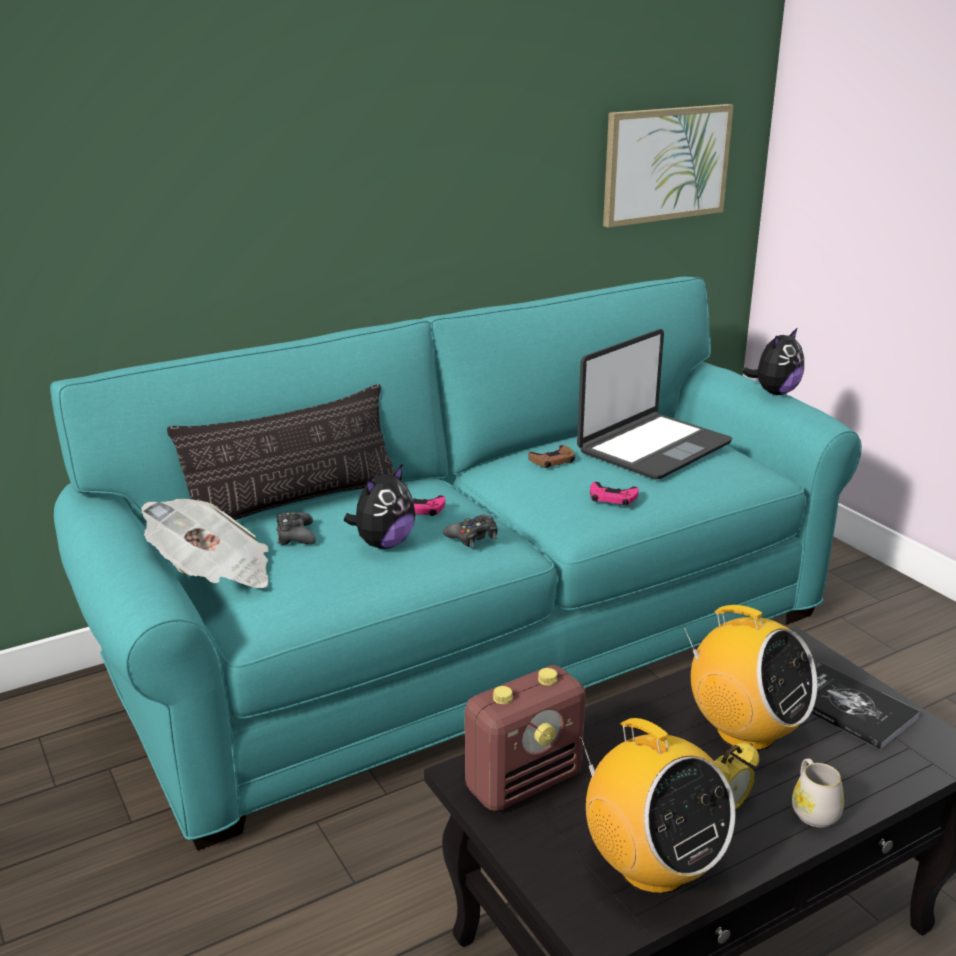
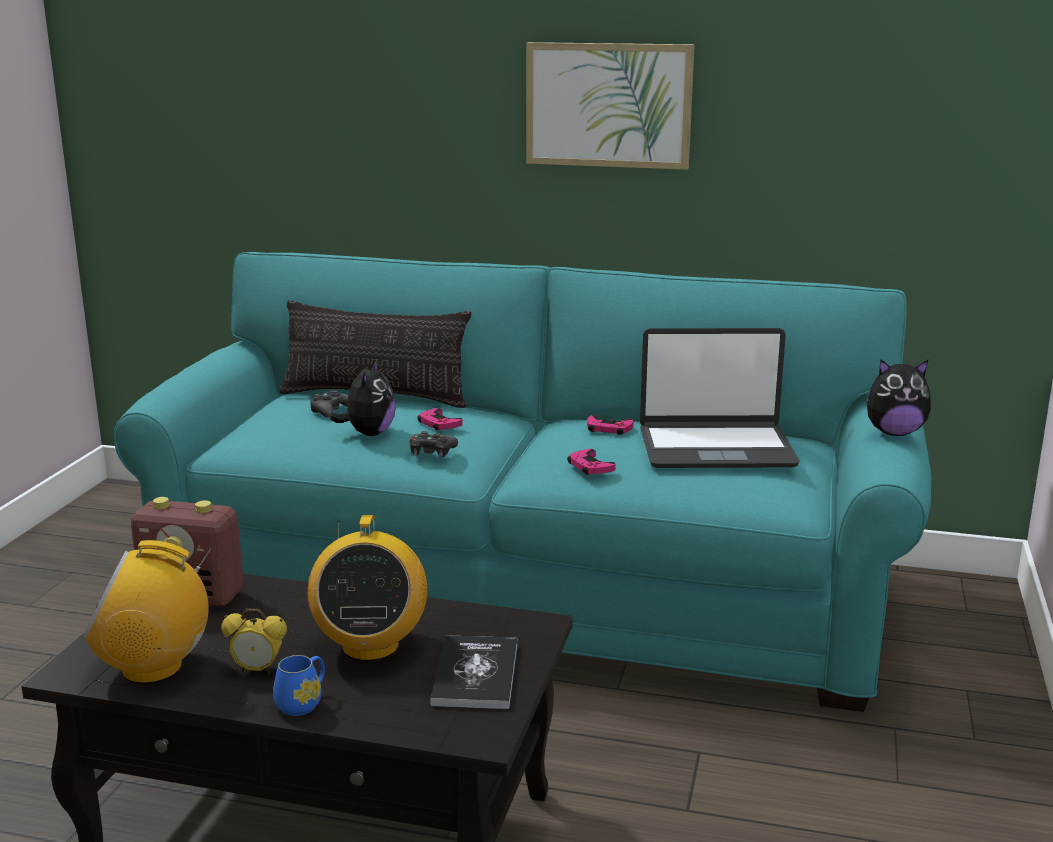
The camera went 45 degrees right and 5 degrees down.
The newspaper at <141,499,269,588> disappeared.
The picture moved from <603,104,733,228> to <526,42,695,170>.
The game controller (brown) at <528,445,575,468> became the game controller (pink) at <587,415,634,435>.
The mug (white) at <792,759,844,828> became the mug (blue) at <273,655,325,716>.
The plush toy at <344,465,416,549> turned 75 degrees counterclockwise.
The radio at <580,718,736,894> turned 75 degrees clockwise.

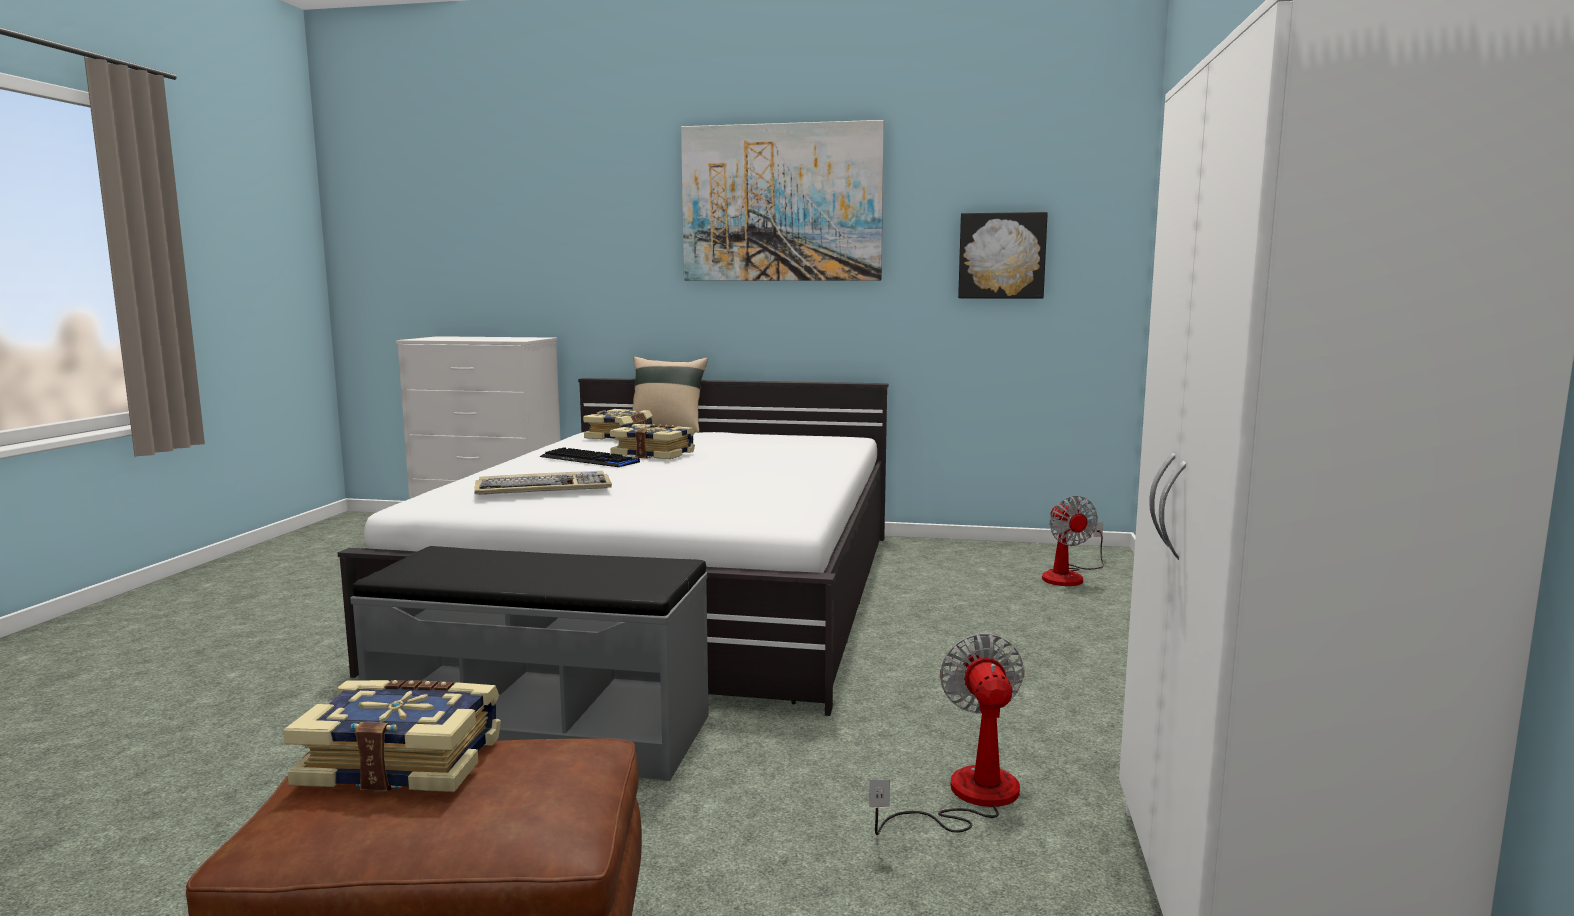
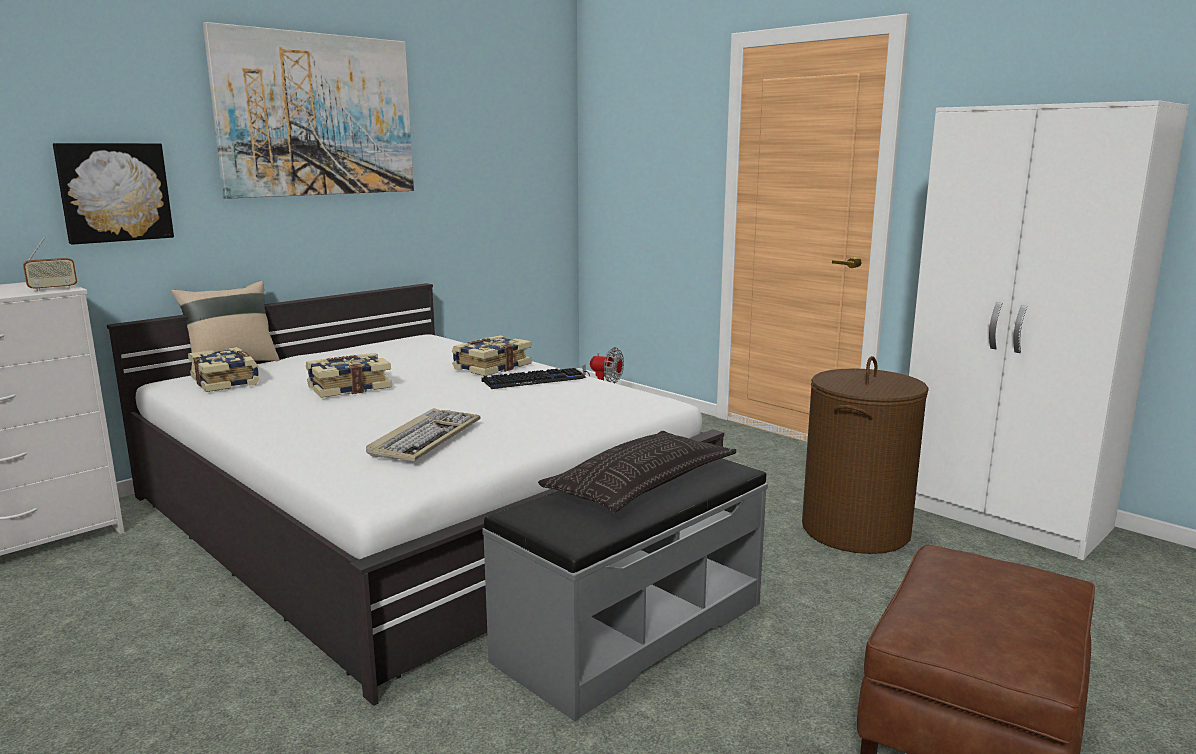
The camera went 55 degrees left and 5 degrees up.
The radio at <23,236,77,291> appeared.
The pillow at <538,431,736,513> appeared.
The book moved from <283,680,501,792> to <452,335,532,376>.
The keyboard moved from <540,447,640,467> to <482,368,586,389>.
The picture moved from <958,212,1048,299> to <53,143,174,245>.
The fan at <869,633,1024,835> was replaced by the laundry basket (brown) at <802,356,929,554>.

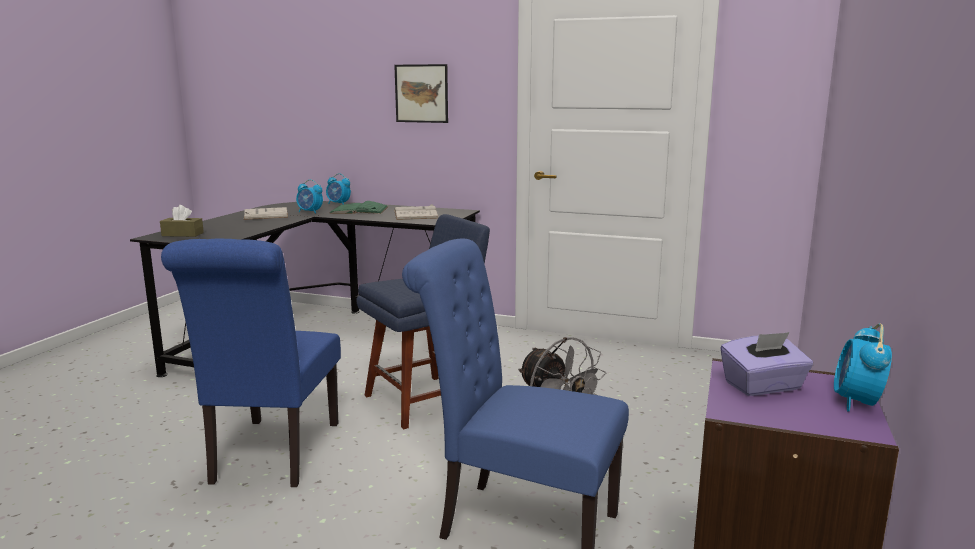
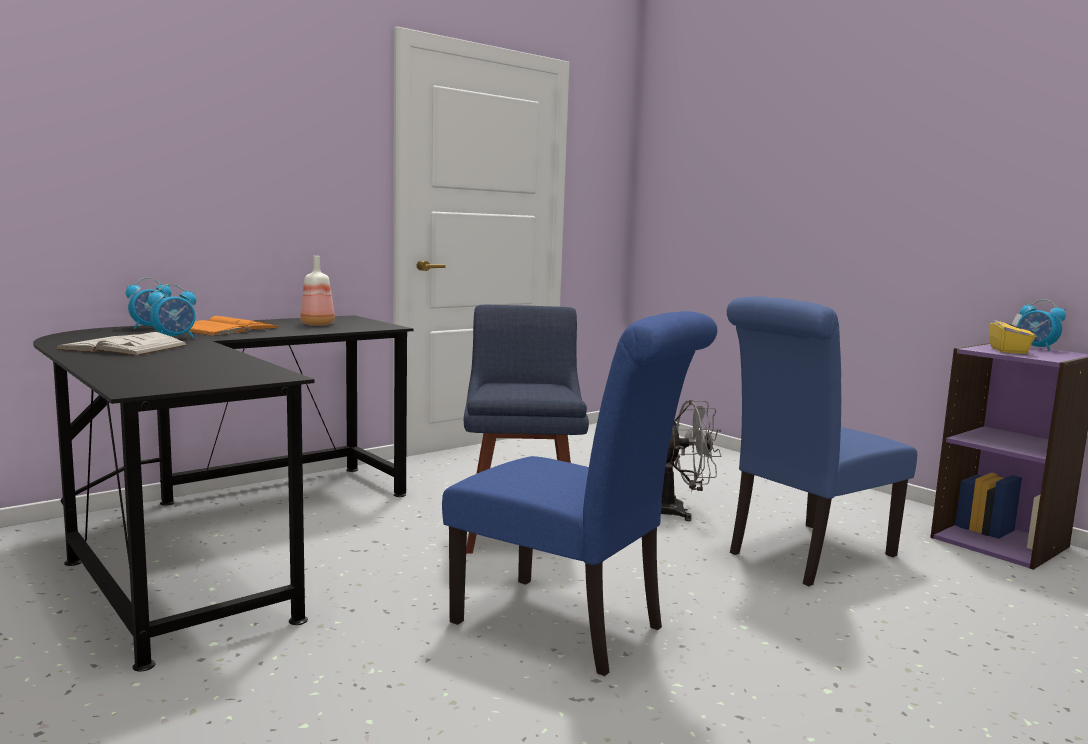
The camera went 60 degrees left and 5 degrees down.
The tissue box (brown) at <160,205,204,237> disappeared.
The picture at <394,64,448,123> disappeared.
The book (white) at <394,204,439,220> was replaced by the bottle at <300,256,335,326>.
The book (green) at <329,201,389,214> became the book (orange) at <187,316,280,336>.
The tissue box (purple) at <720,332,813,396> became the tissue box (yellow) at <989,313,1035,354>.

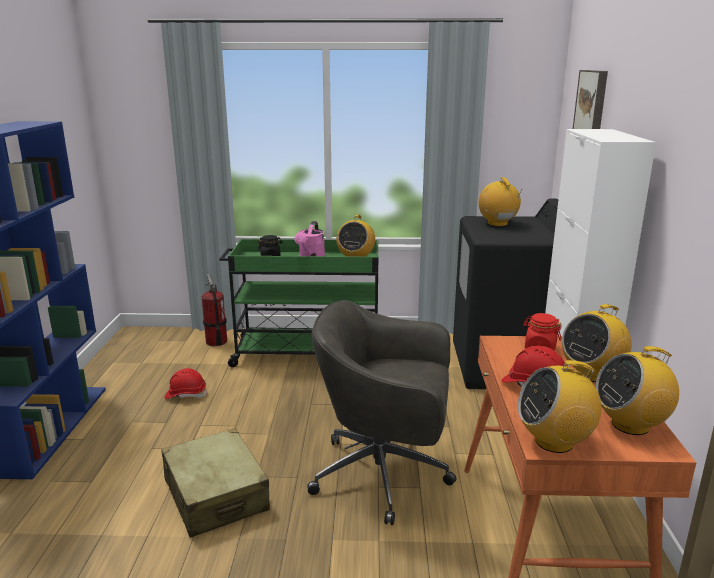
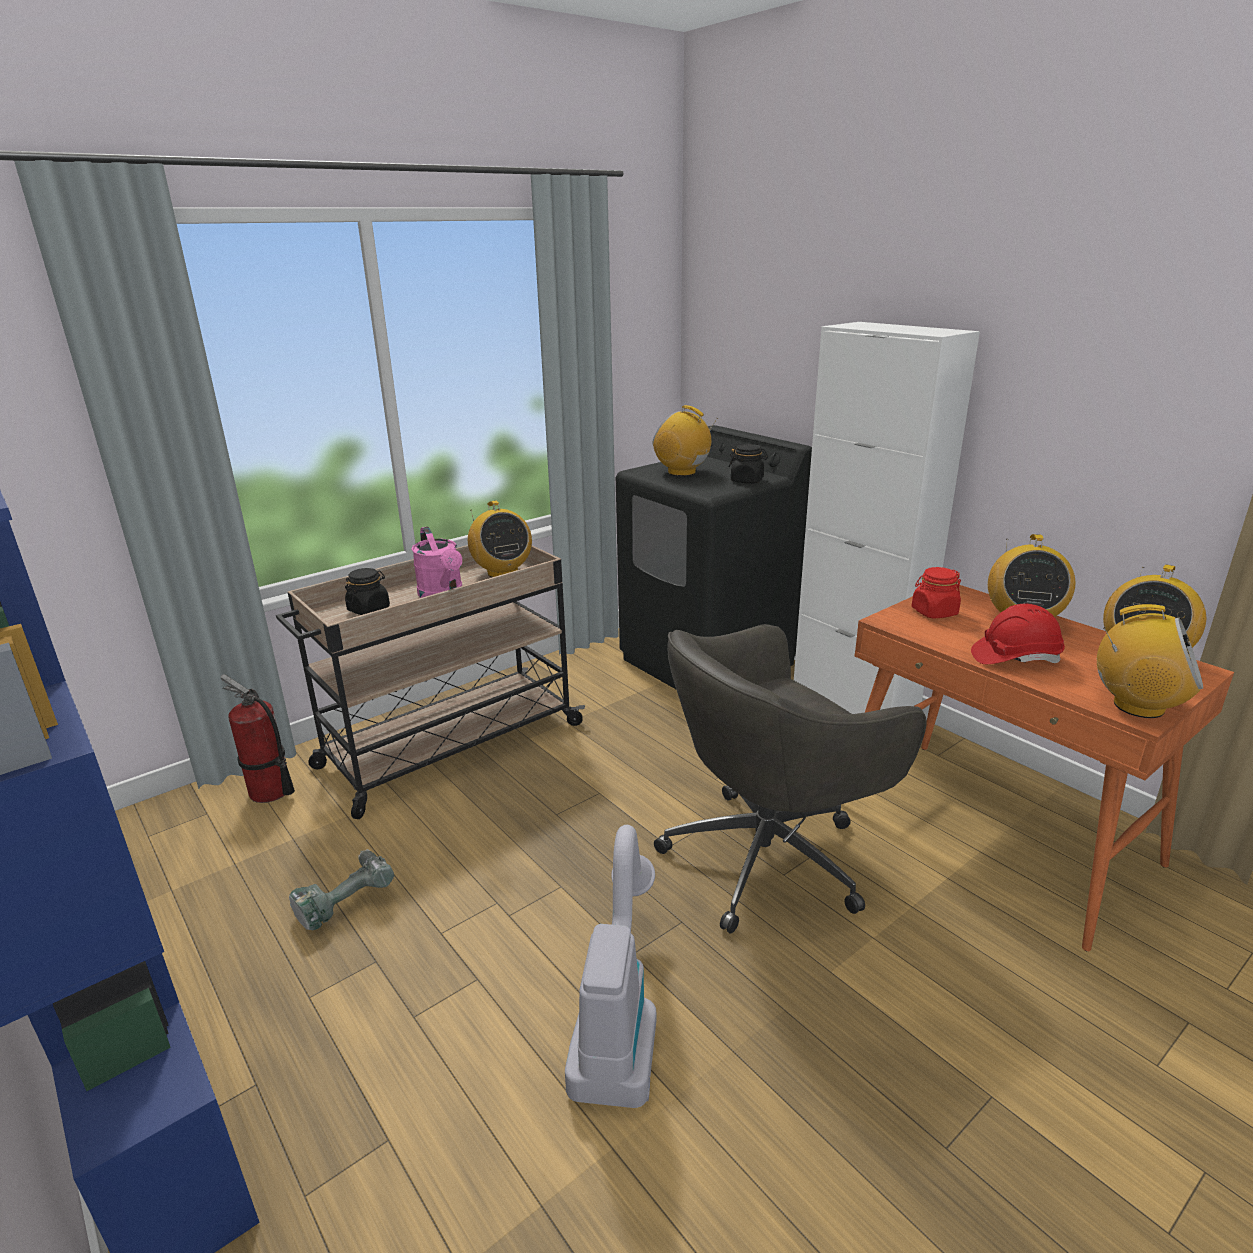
The camera went 40 degrees left and 5 degrees up.
The picture at <573,70,608,129> disappeared.
The jar (black) at <729,444,768,483> appeared.
The suitcase (beige) at <161,428,270,538> was replaced by the vacuum cleaner at <565,825,657,1108>.
The hard hat (red) at <164,368,207,399> was replaced by the power drill at <289,849,395,930>.
The cart (green) at <220,239,378,367> became the cart (beige) at <276,545,585,819>.
The radio at <518,360,601,453> turned 105 degrees counterclockwise.

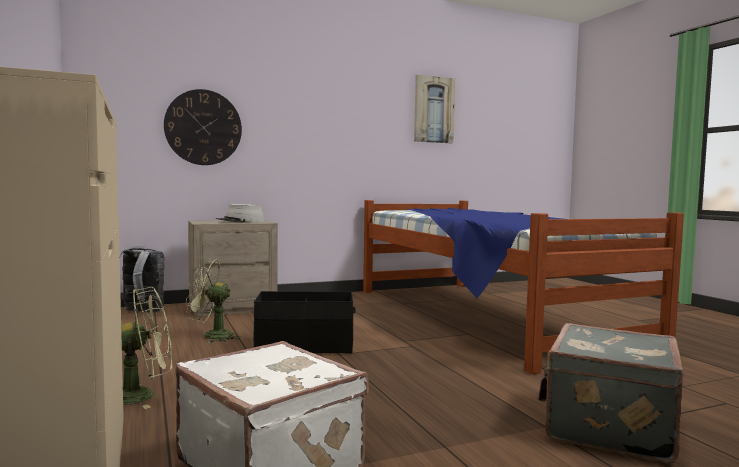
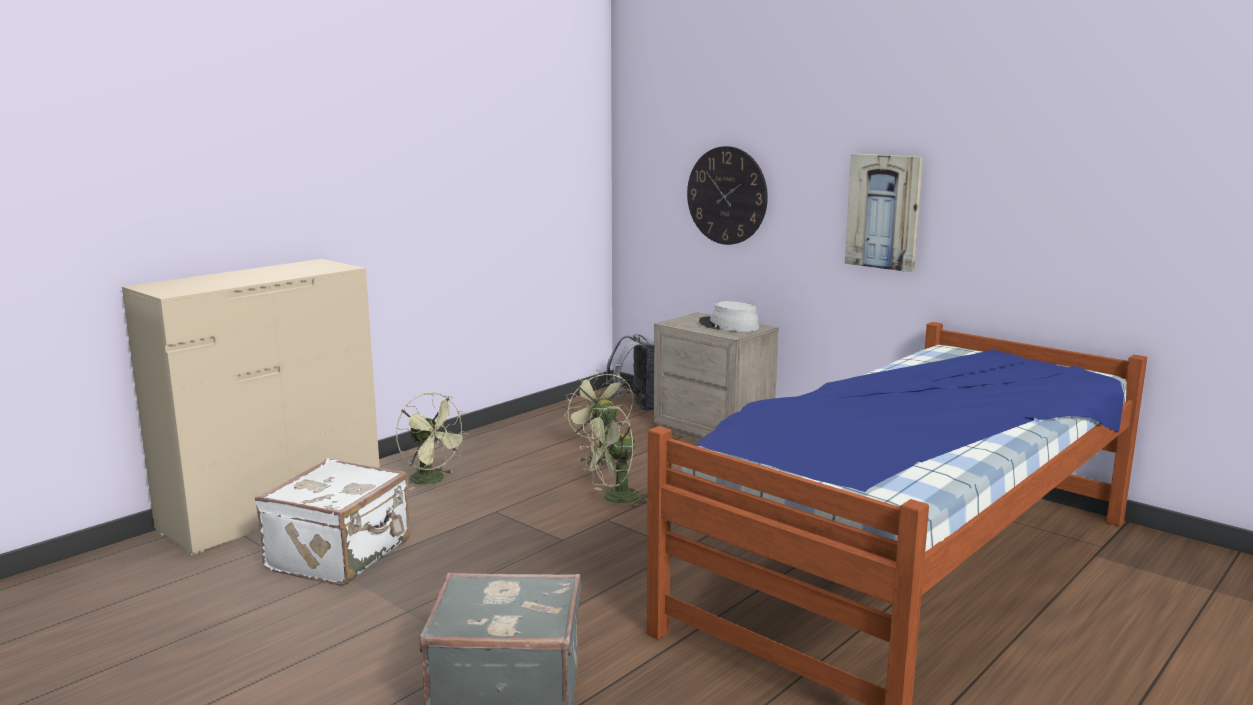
The camera went 65 degrees right and 10 degrees up.
The picture moved from <414,74,455,143> to <845,154,923,272>.
The storage box (black) at <254,291,355,353> was replaced by the fan (green) at <580,406,648,509>.

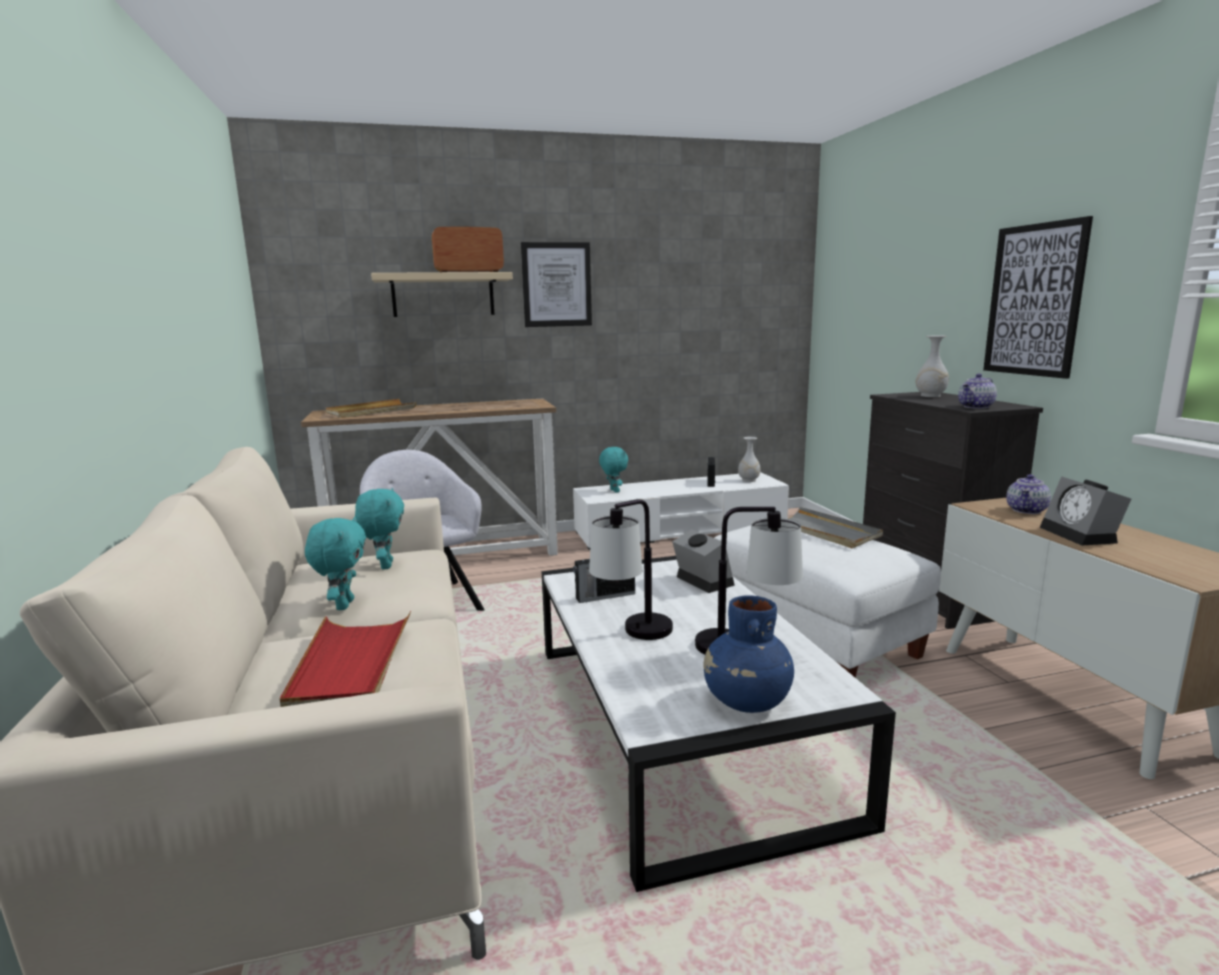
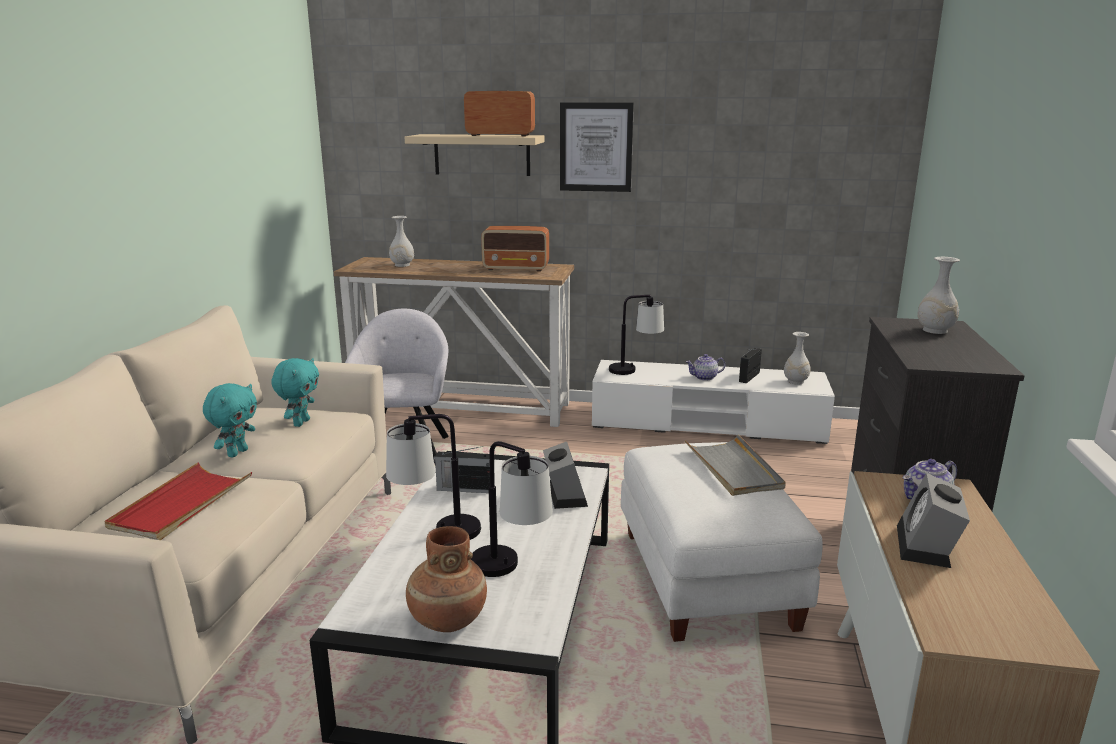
The camera went 25 degrees right and 5 degrees up.
The picture at <983,216,1093,379> disappeared.
The radio at <481,226,549,272> appeared.
The teapot moved from <958,374,997,409> to <686,354,726,380>.
The tray (beige) at <326,399,417,418> was replaced by the vase (white) at <389,216,414,267>.
The plush toy (turquoise) at <599,447,628,493> was replaced by the table lamp at <609,295,664,375>.
The vase (blue) at <704,595,794,713> became the vase (brown) at <406,526,487,632>.

